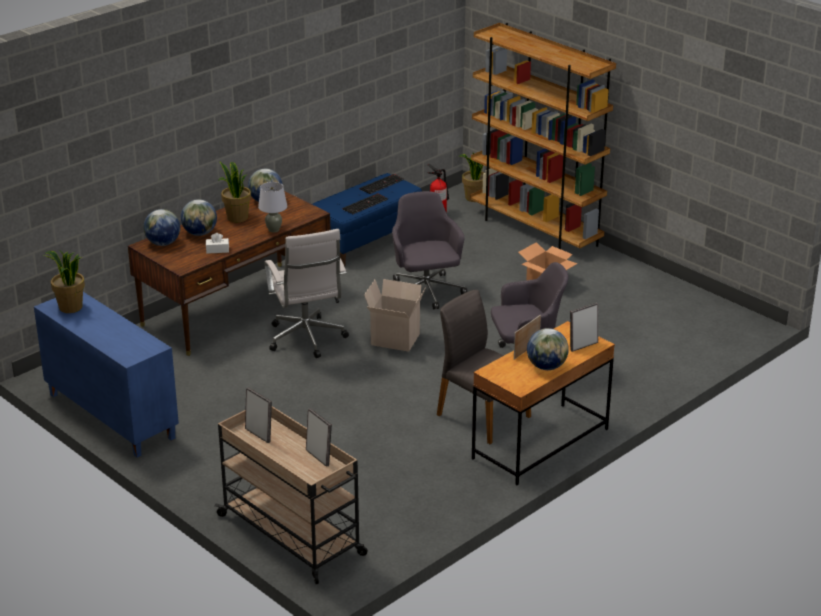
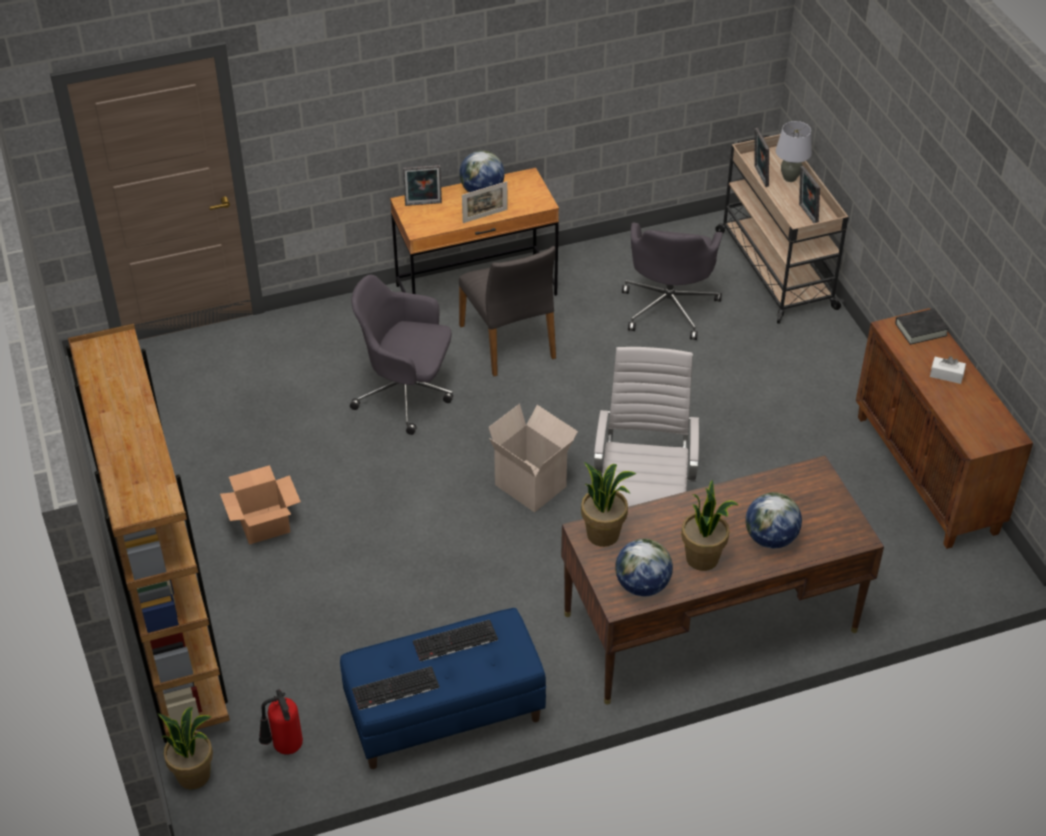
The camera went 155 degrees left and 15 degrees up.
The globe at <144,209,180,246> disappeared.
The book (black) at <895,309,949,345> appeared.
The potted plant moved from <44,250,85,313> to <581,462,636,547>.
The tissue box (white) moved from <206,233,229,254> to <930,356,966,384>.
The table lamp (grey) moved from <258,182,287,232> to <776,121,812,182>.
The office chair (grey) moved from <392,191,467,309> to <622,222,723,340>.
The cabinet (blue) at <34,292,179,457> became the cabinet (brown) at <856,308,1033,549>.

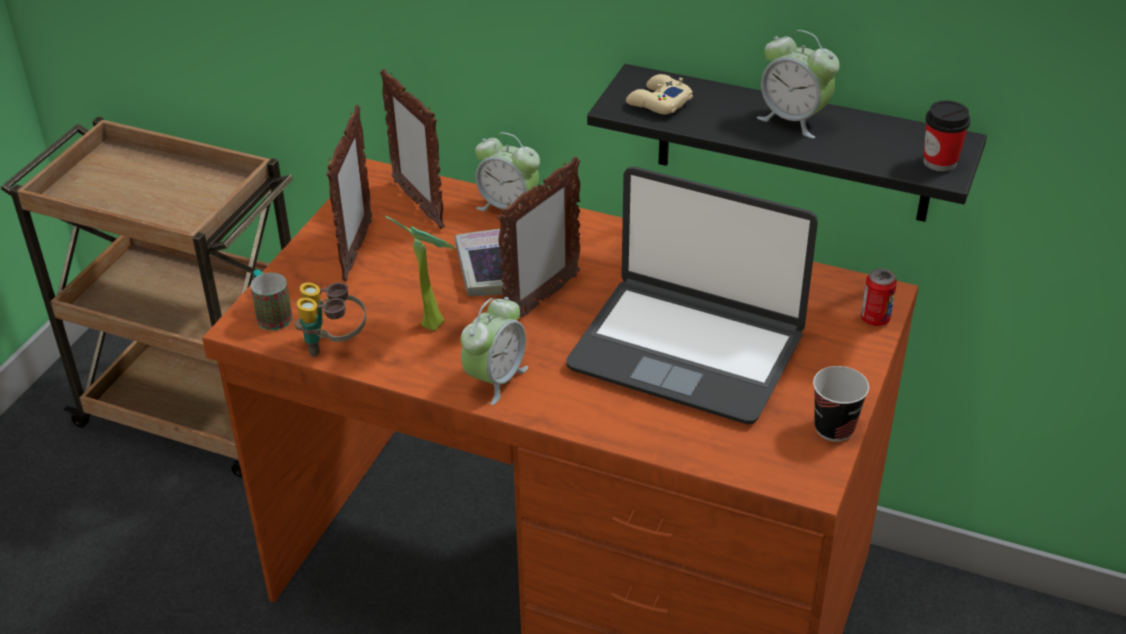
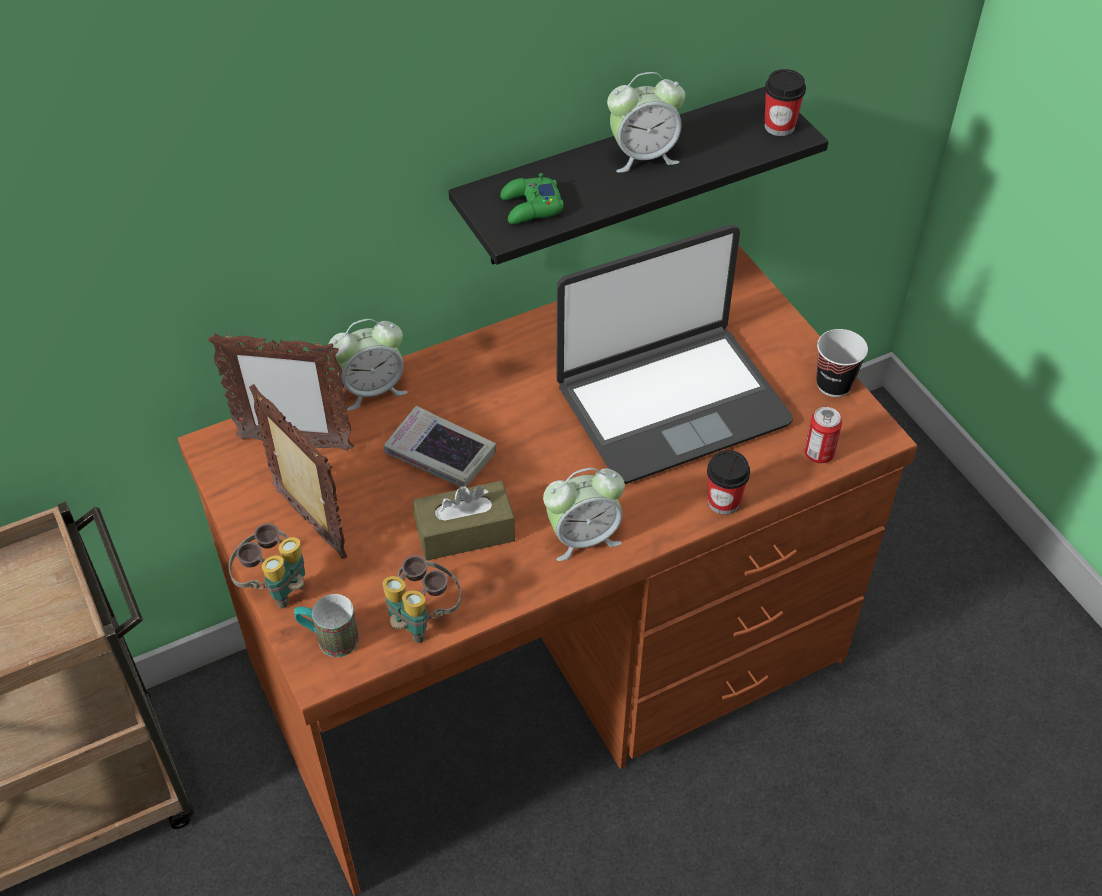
The camera went 50 degrees left and 10 degrees up.
The picture frame at <497,157,580,320> disappeared.
The binoculars at <229,523,305,609> appeared.
The cup at <707,450,750,515> appeared.
The can moved from <861,268,897,326> to <804,407,842,464>.
The potted plant at <385,216,456,331> was replaced by the tissue box (brown) at <413,481,515,561>.
The game controller (beige) at <626,74,693,115> became the game controller (green) at <500,173,564,224>.
The alarm clock at <461,297,528,405> turned 90 degrees clockwise.

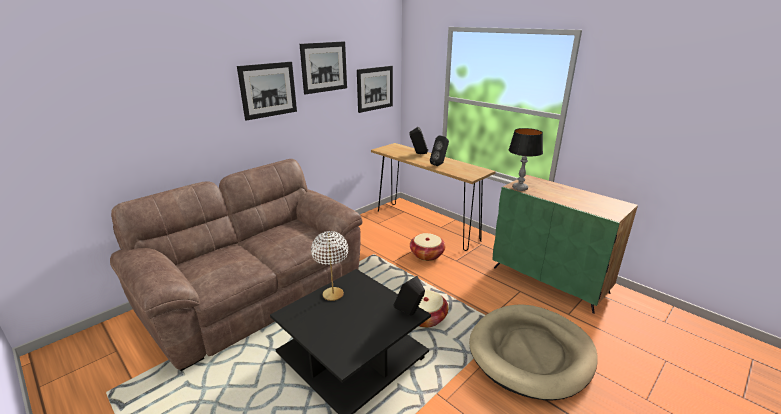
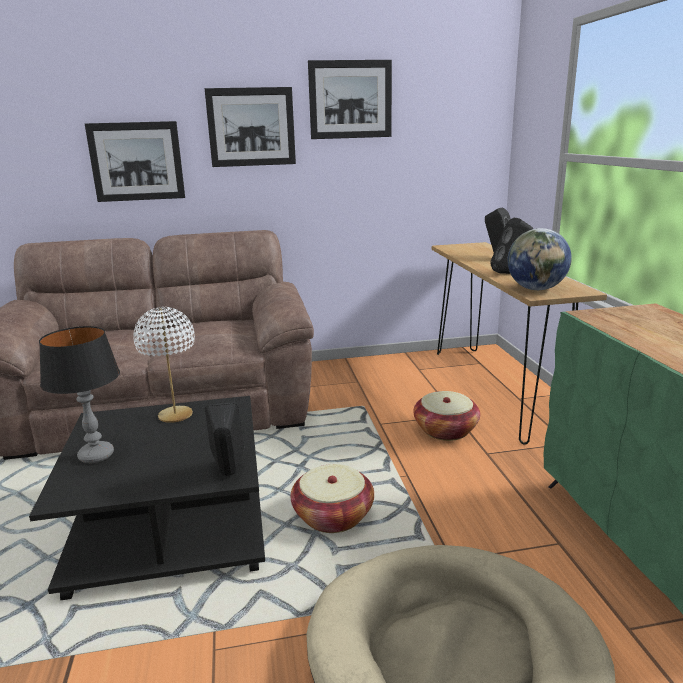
The camera went 35 degrees right and 5 degrees down.
The globe at <507,228,572,290> appeared.
The picture moved from <357,66,393,113> to <85,121,185,202>.
The table lamp moved from <509,128,543,191> to <39,326,120,463>.

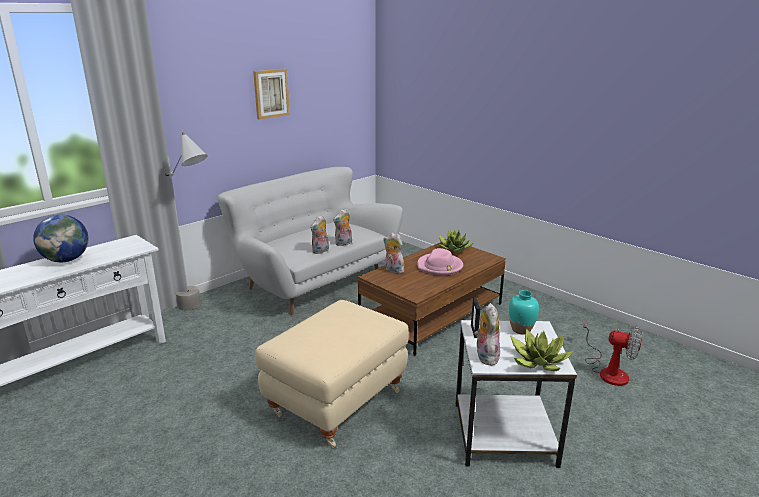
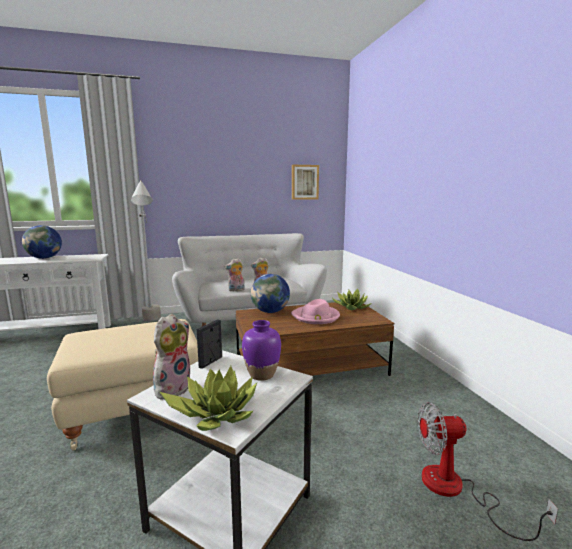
The camera went 30 degrees right and 10 degrees down.
The picture moved from <253,69,290,119> to <292,165,319,200>.
The plush toy at <383,233,404,274> was replaced by the globe at <251,274,290,313>.
The vase (turquoise) at <509,290,539,334> became the vase (purple) at <242,320,281,381>.
The fan at <582,321,642,386> turned 120 degrees clockwise.

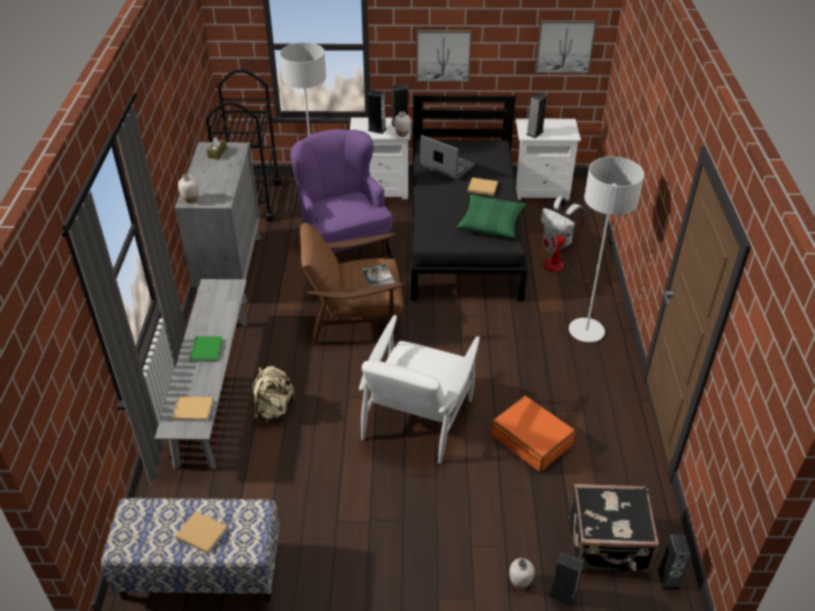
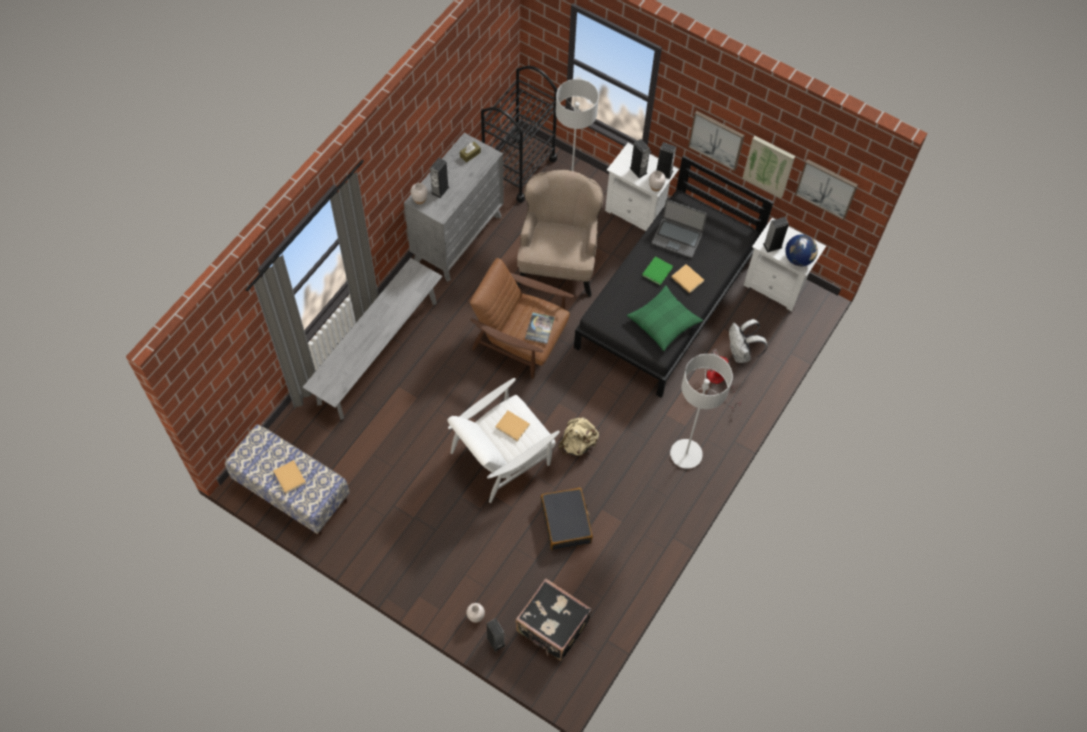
The camera went 30 degrees right and 20 degrees up.
The picture at <742,136,795,198> appeared.
The globe at <785,234,818,266> appeared.
The book (beige) moved from <173,396,213,421> to <495,411,530,441>.
The book (green) moved from <190,336,223,362> to <642,256,673,285>.
The backpack (beige) moved from <252,366,296,423> to <558,417,599,456>.
The speaker moved from <658,534,691,590> to <430,158,449,198>.
The armchair (purple) at <291,129,394,259> became the armchair (beige) at <516,170,603,297>.
The suitcase (orange) at <491,396,576,472> became the suitcase (black) at <541,488,593,550>.
The laptop at <420,135,475,179> turned 135 degrees clockwise.

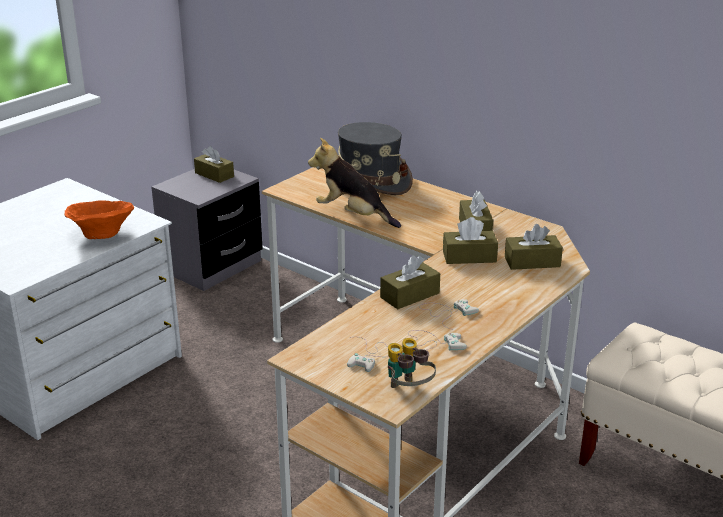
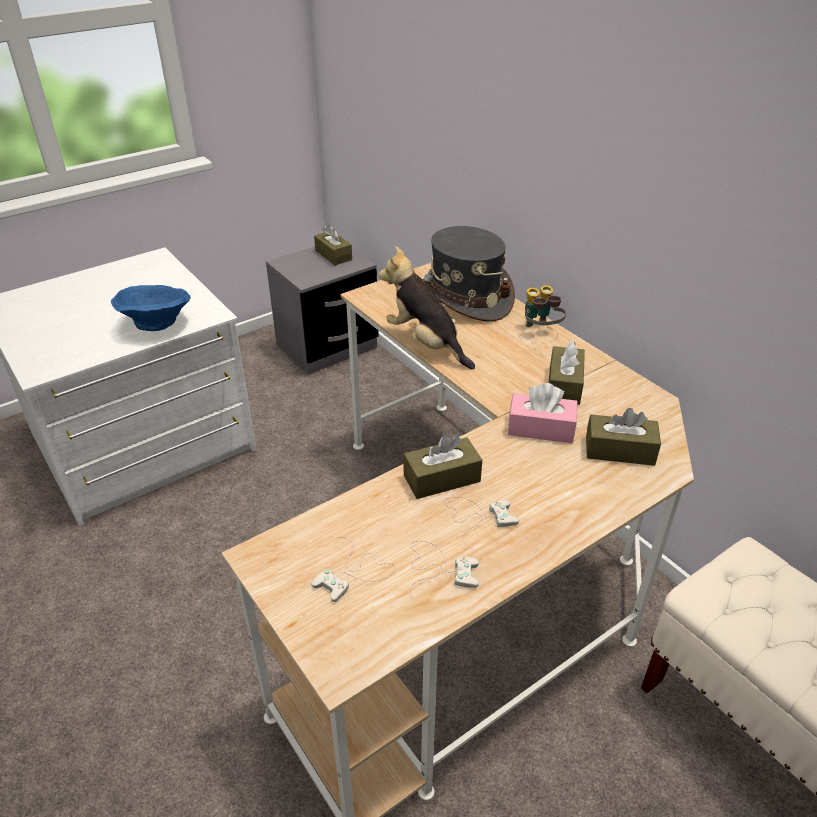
The camera went 15 degrees right and 10 degrees up.
The binoculars moved from <388,338,436,388> to <525,285,566,327>.
The bowl (orange) at <64,200,134,239> became the bowl (blue) at <111,285,191,331>.
The tissue box (brown) at <443,217,498,264> became the tissue box (pink) at <508,383,578,443>.

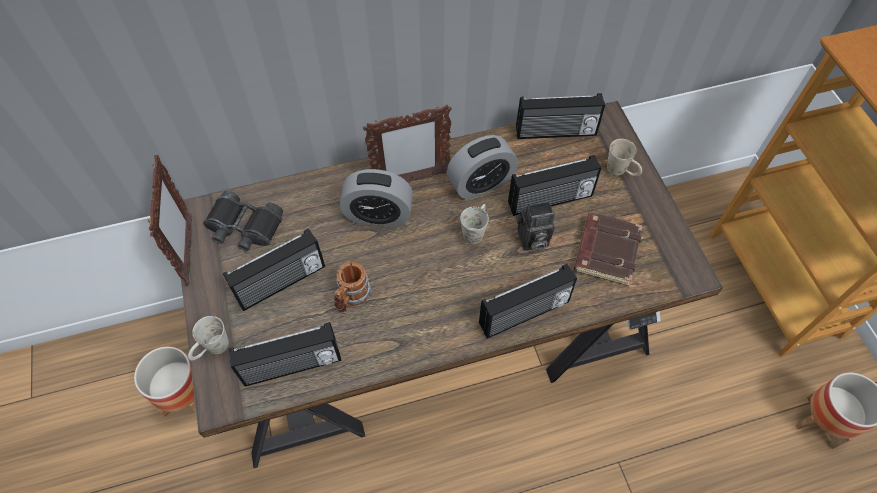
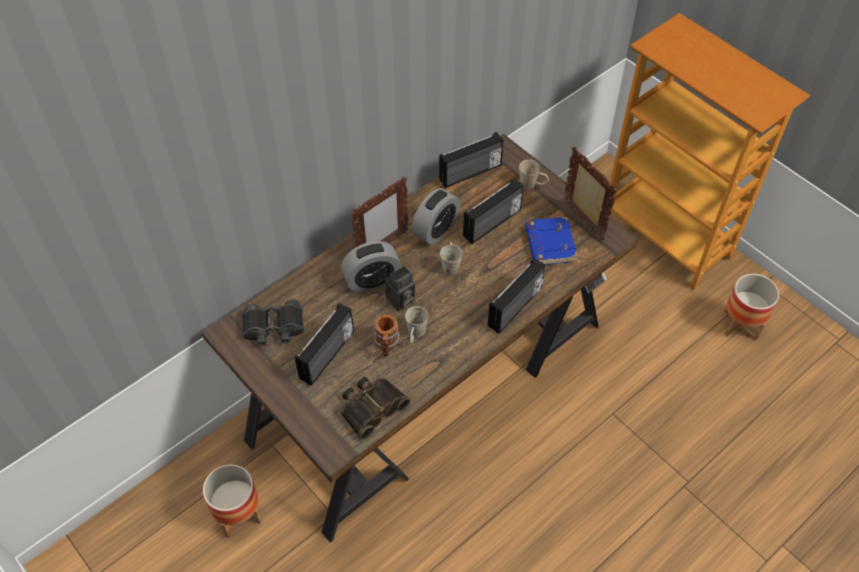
The camera went 25 degrees left and 5 degrees down.
The picture frame moved from <148,155,192,285> to <564,147,617,240>.
The mug (white) moved from <188,316,229,361> to <405,306,428,343>.
The photo camera moved from <516,201,555,251> to <383,266,415,311>.
The radio at <229,322,341,387> was replaced by the binoculars at <341,377,411,440>.
The book (brown) at <574,213,642,286> became the book (blue) at <525,217,578,265>.

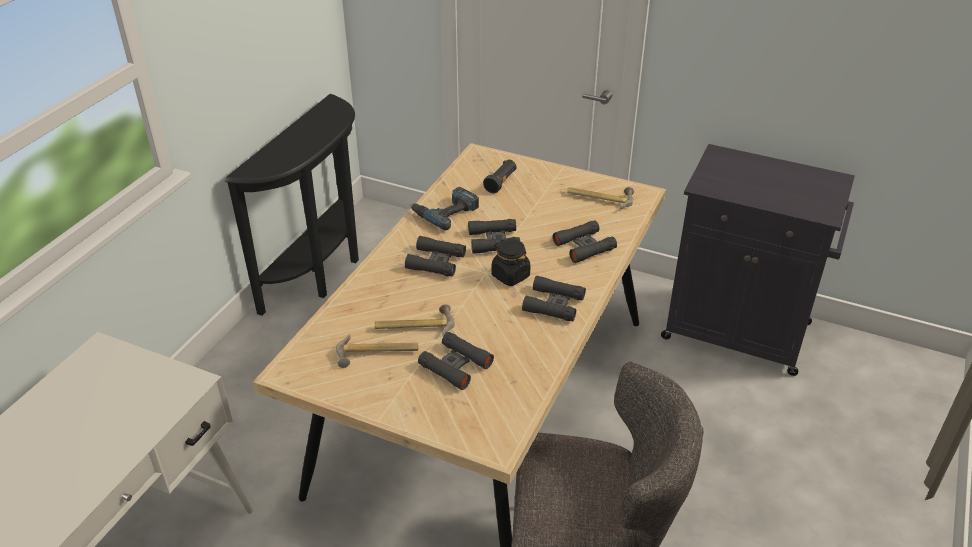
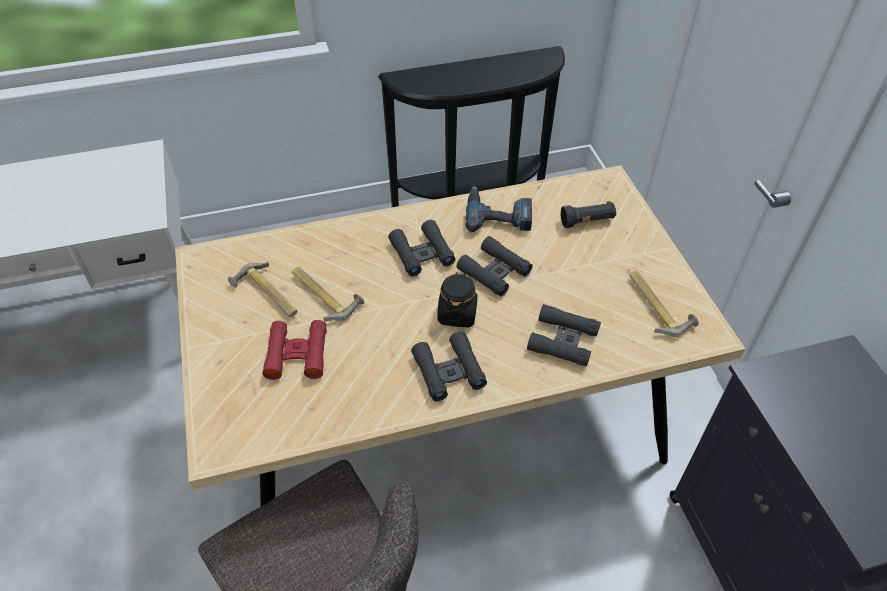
The camera went 50 degrees right and 10 degrees up.
The binoculars (black) at <418,332,494,390> became the binoculars (red) at <262,320,327,380>.

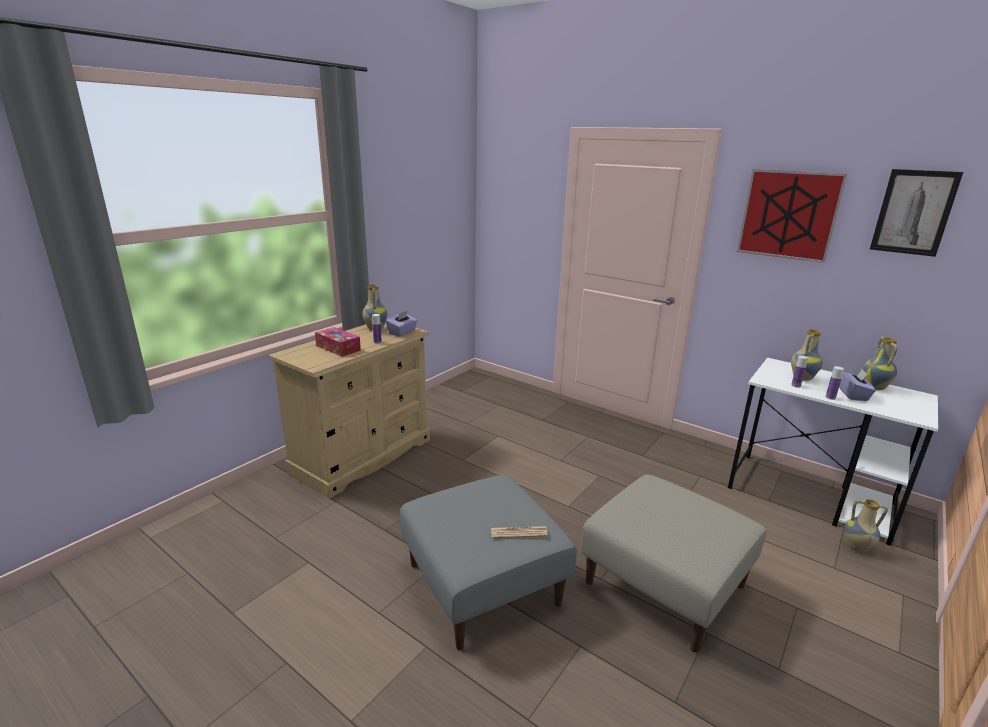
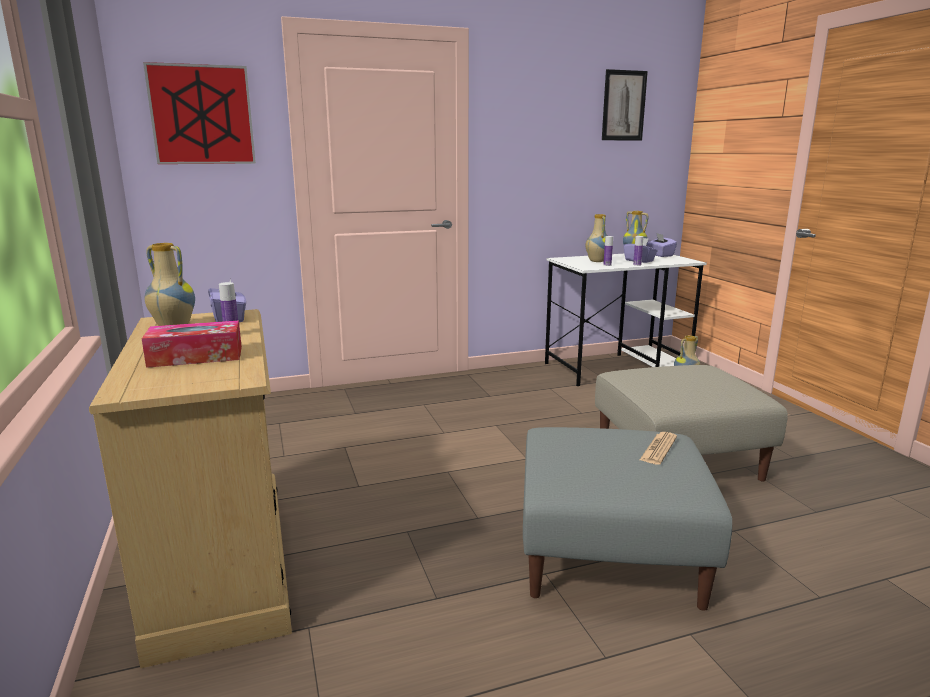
The camera went 55 degrees left and 5 degrees down.
The tissue box (purple) at <646,233,677,257> appeared.
The picture moved from <737,169,847,263> to <143,62,256,164>.

